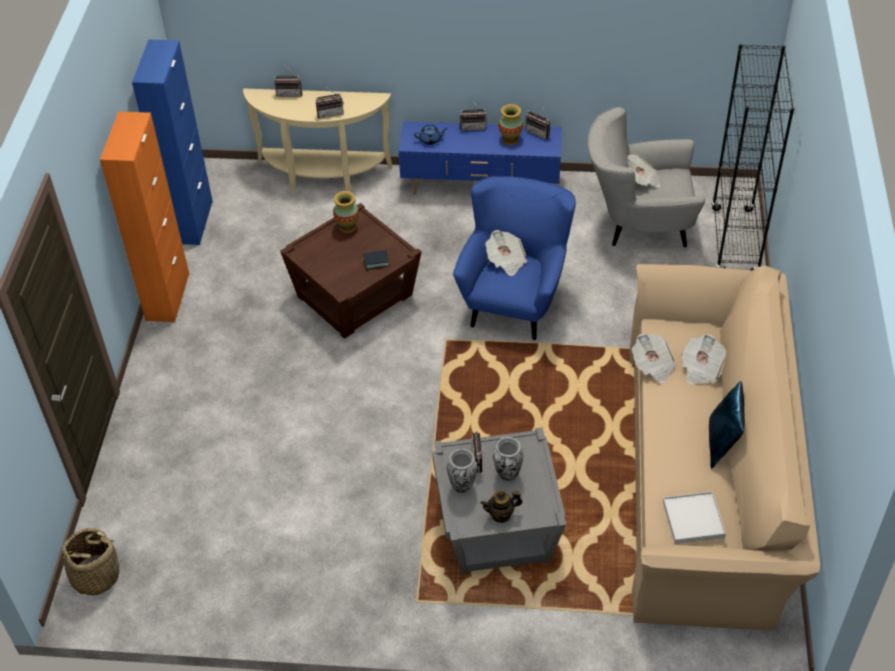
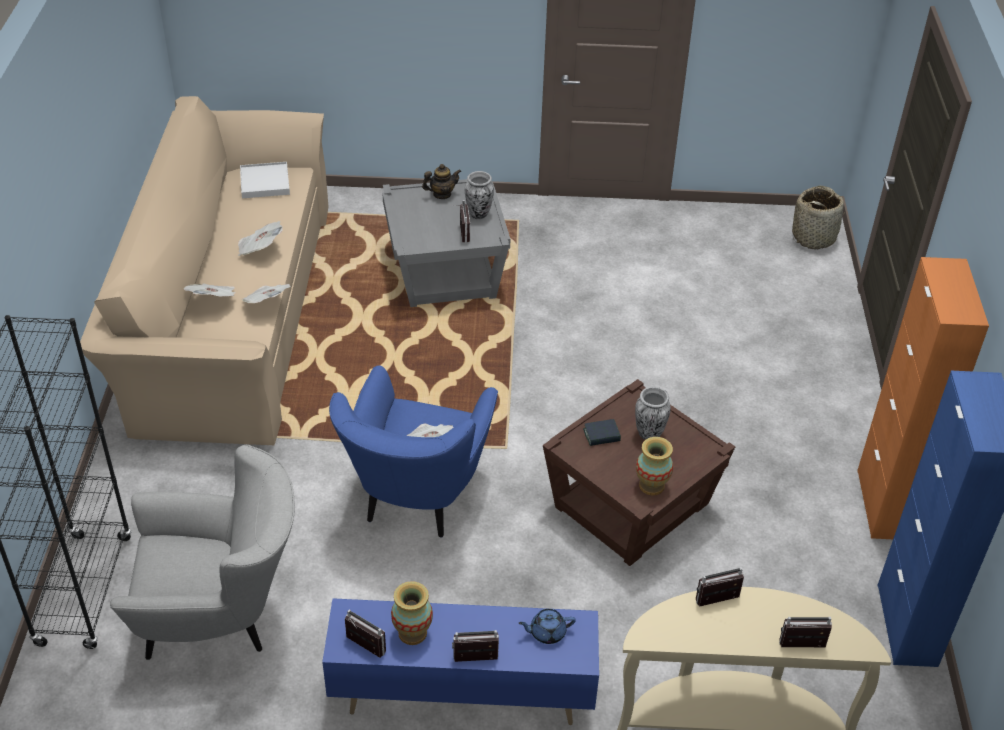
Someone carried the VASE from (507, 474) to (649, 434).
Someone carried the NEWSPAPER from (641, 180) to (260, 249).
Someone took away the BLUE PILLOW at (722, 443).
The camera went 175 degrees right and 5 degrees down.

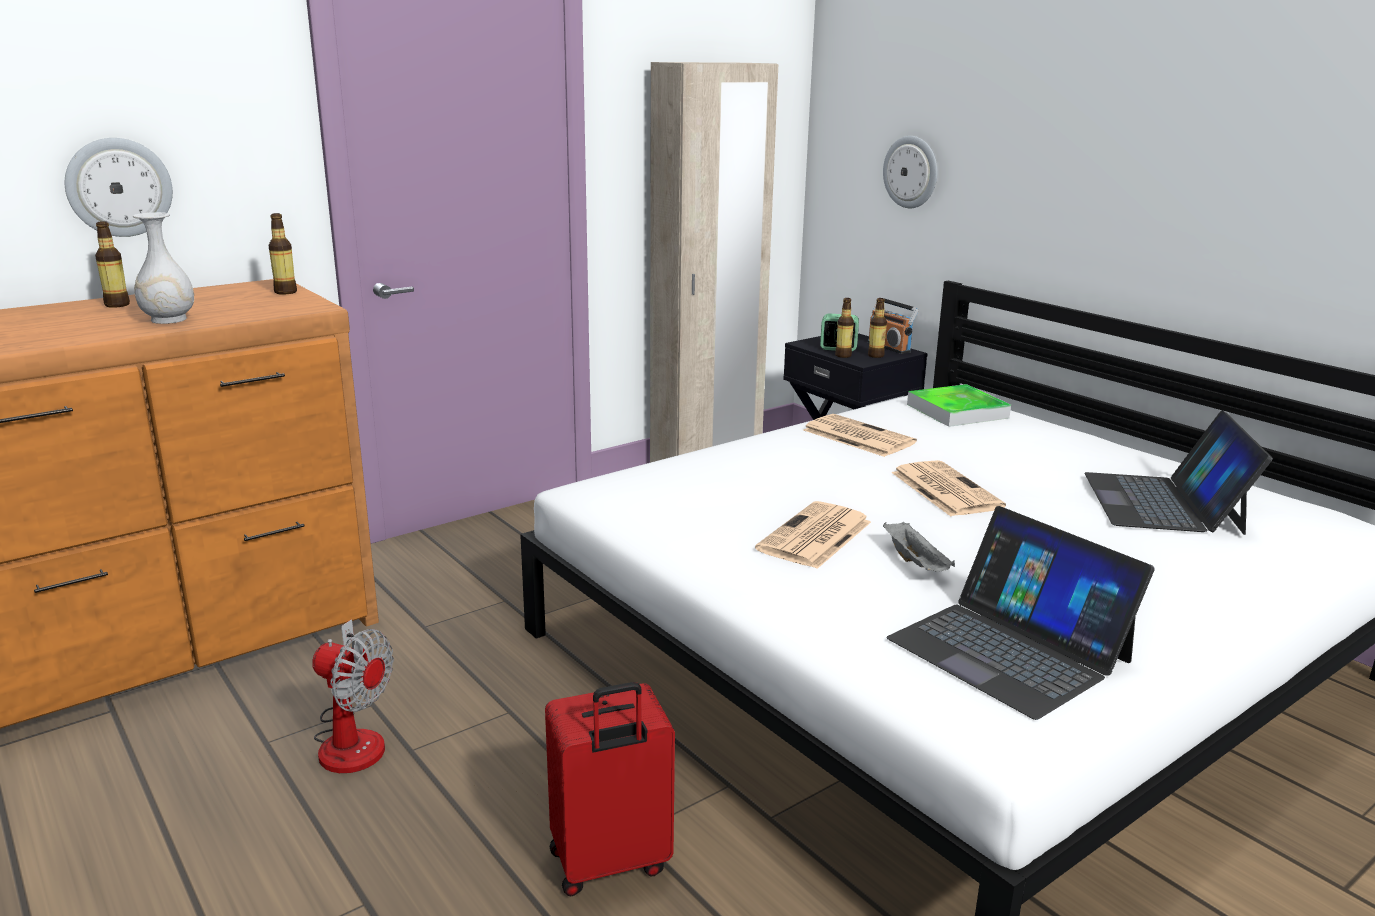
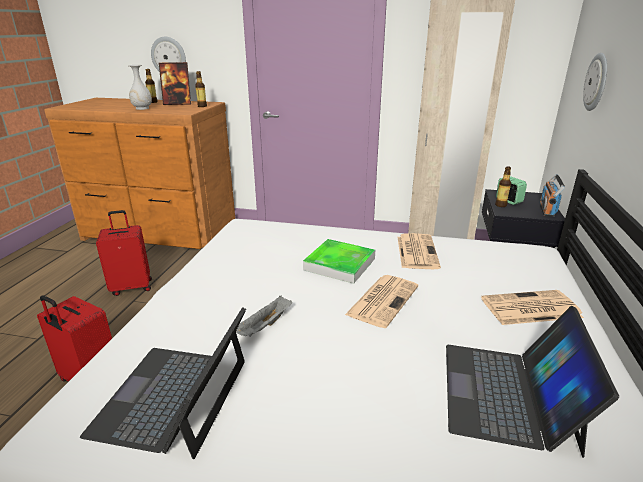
Someone swapped the FAN at (353, 737) for the RED SUITCASE at (132, 287).
Someone carried the NEWSPAPER from (815, 537) to (529, 308).
Someone took away the BOTTLE at (876, 355).
Someone carried the TRAY from (957, 411) to (339, 264).
Someone rotated the LAPTOP at (1163, 503) by 45 degrees counterclockwise.
Someone put down the PICTURE FRAME at (178, 103).
The camera went 50 degrees right and 5 degrees up.

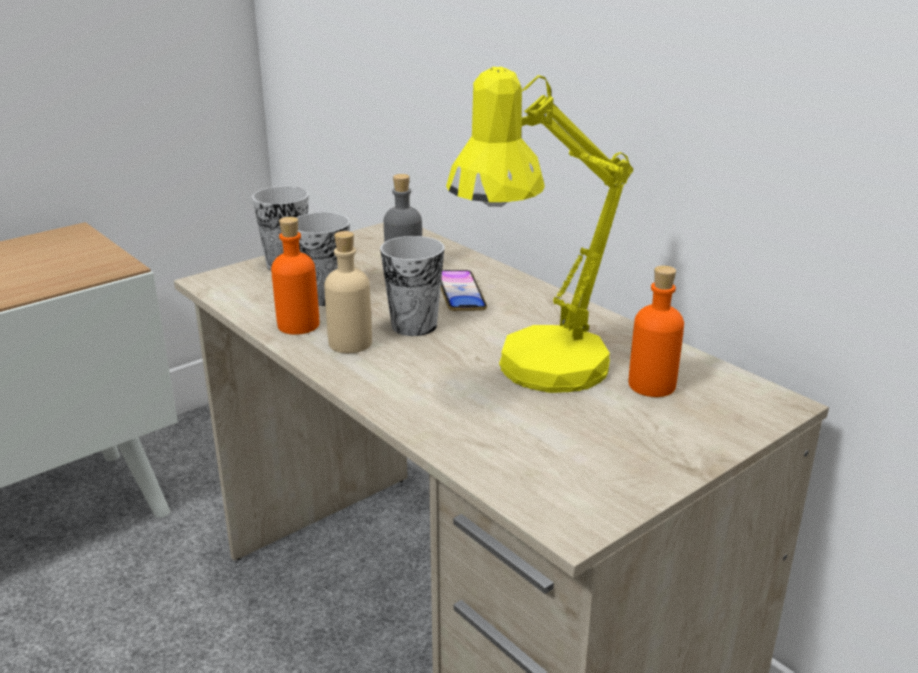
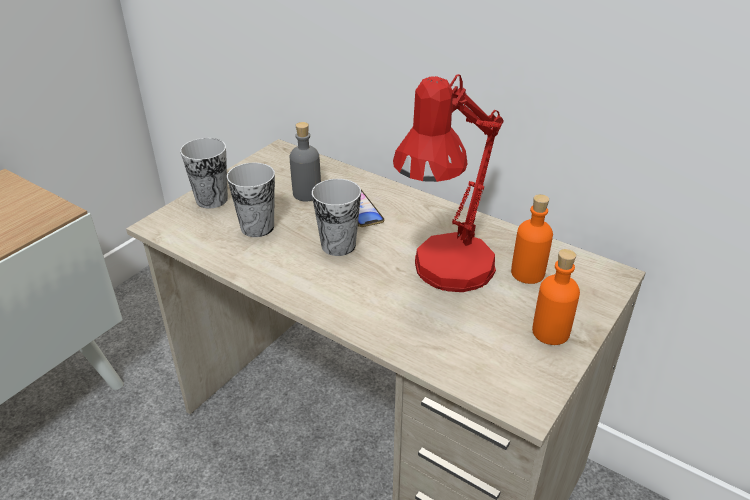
Someone carried the ORANGE BOTTLE from (298, 325) to (550, 332).
Someone took away the BEIGE BOTTLE at (350, 343).
Someone repainted the YELLOW TABLE LAMP at (536, 373), which became the RED TABLE LAMP at (445, 276).
The camera went 15 degrees left and 10 degrees up.

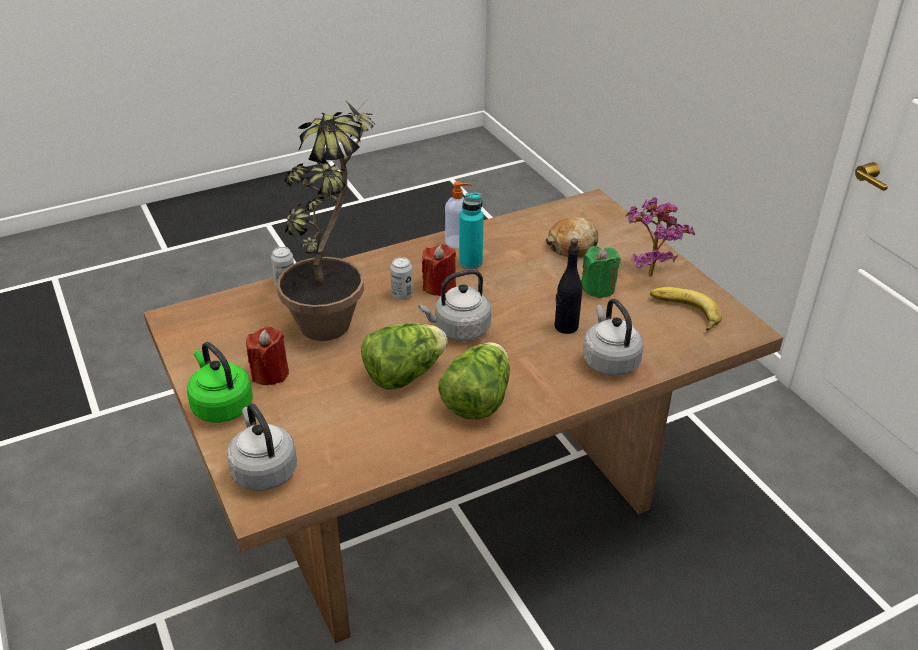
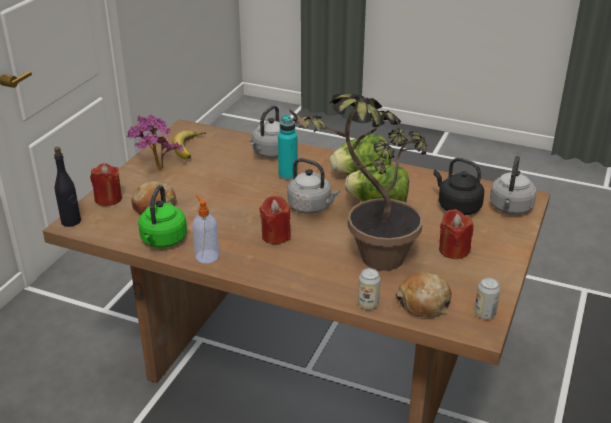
Someone carried the GREEN KETTLE from (221, 405) to (163, 241).
Someone carried the CAN from (402, 294) to (484, 314).
Someone carried the TURQUOISE BOTTLE from (470, 263) to (288, 175).
Someone carried the BLACK BOTTLE from (565, 327) to (71, 221).
Someone took away the GREEN CANDLE at (598, 288).
Someone put down the RED CANDLE at (108, 199).
Someone put down the BREAD at (424, 303).
Someone put down the BLACK KETTLE at (457, 207).
The camera went 130 degrees left and 5 degrees down.

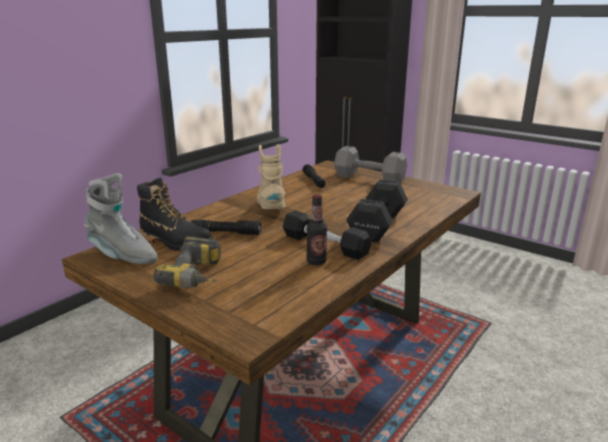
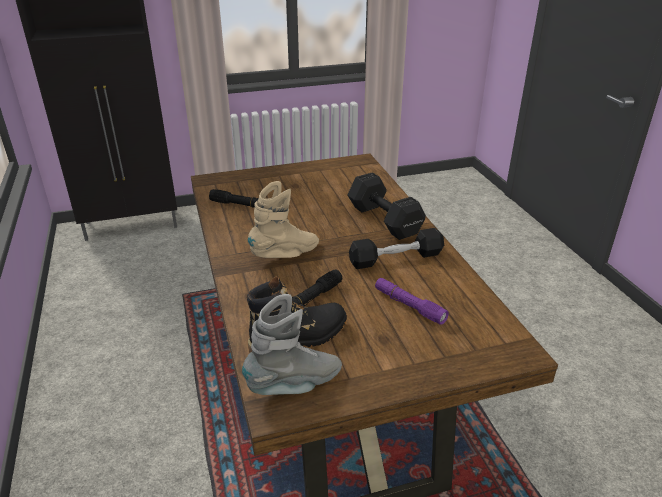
Someone took away the POWER DRILL at (198, 277).
Someone rotated the BEIGE BOOT at (271, 210) by 120 degrees clockwise.
Someone took away the BOTTLE at (316, 261).
Someone took away the GREY DUMBBELL at (370, 179).
Someone put down the PURPLE FLASHLIGHT at (409, 306).
The camera went 55 degrees left and 10 degrees up.

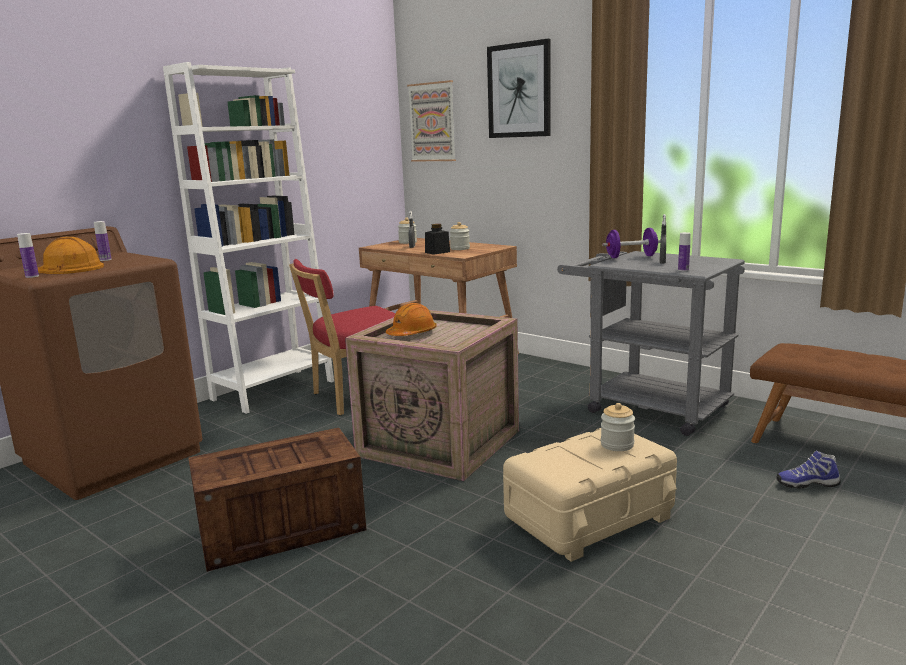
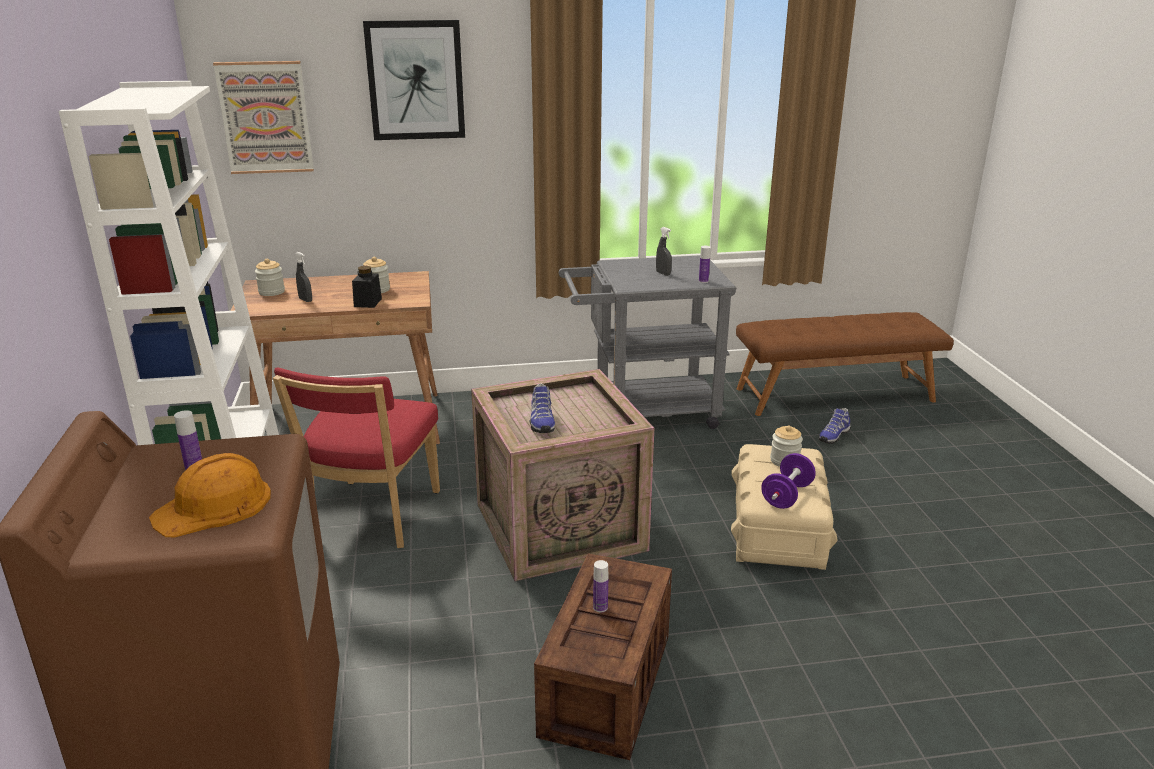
Someone carried the BOTTLE from (32, 276) to (600, 607).
Someone swapped the ORANGE HARD HAT at (412, 334) for the SHOE at (541, 422).
Someone carried the PURPLE DUMBBELL from (631, 257) to (786, 495).
The camera went 50 degrees left and 10 degrees up.

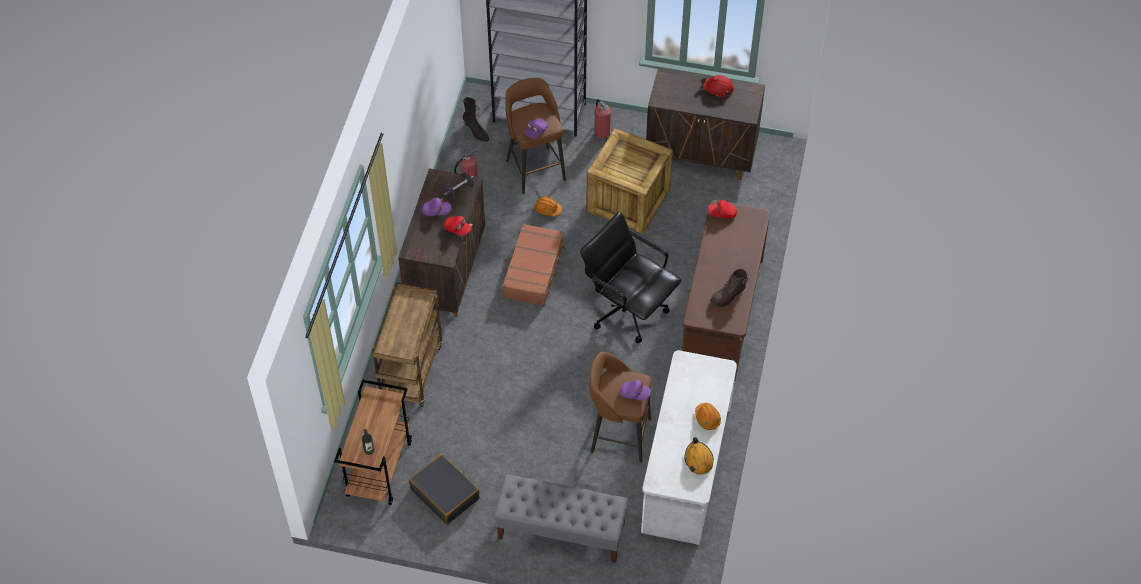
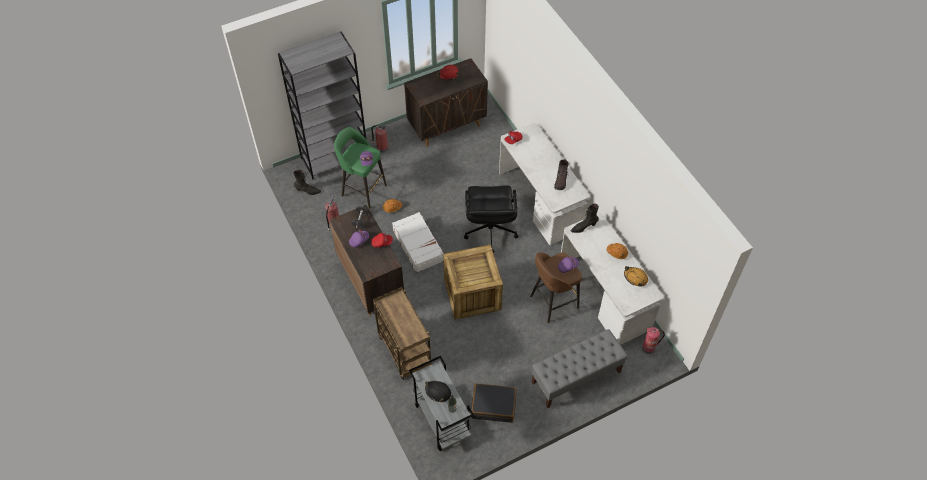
Someone repainted the BROWN CART at (379, 468), which became the GREY CART at (441, 420).
Someone repainted the BROWN SUITCASE at (534, 270), which became the WHITE SUITCASE at (418, 246).
Someone repainted the BROWN STOOL at (535, 169), which became the GREEN STOOL at (363, 190).
Someone rotated the BLACK OFFICE CHAIR at (628, 309) by 90 degrees counterclockwise.
Someone carried the CRATE from (629, 200) to (473, 294).
Someone repainted the BROWN DESK at (722, 313), which became the WHITE DESK at (540, 200).
Someone put down the BLACK HARD HAT at (438, 392).
Someone put down the BLACK BOOT at (583, 227).
Someone put down the FIRE EXTINGUISHER at (649, 348).
The camera went 40 degrees left and 0 degrees up.

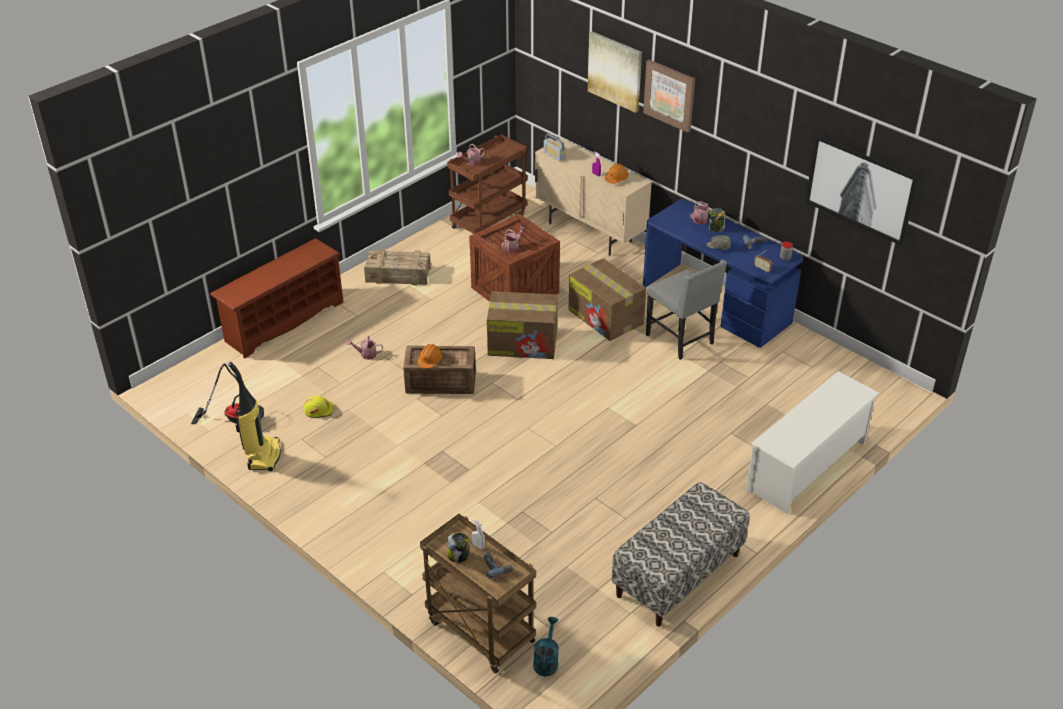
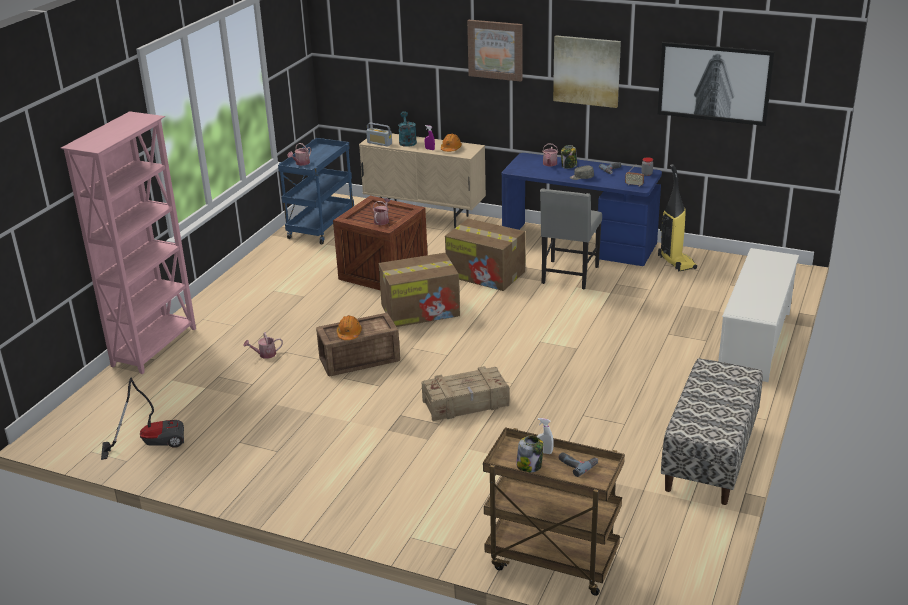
Someone swapped the BROWN SHOE RACK at (284, 321) for the PINK BOOKCASE at (156, 347).
Someone carried the VACUUM CLEANER from (263, 455) to (676, 262).
Someone took away the YELLOW HARD HAT at (319, 410).
Someone carried the CRATE from (398, 275) to (466, 403).
Someone repainted the BROWN CART at (489, 221), which became the BLUE CART at (321, 227).
Someone carried the TURQUOISE WATERING CAN from (546, 660) to (407, 141).
Someone carried the PICTURE from (615, 71) to (586, 71).
Someone rotated the GREY CHAIR at (681, 340) by 75 degrees clockwise.
The camera went 20 degrees left and 10 degrees down.

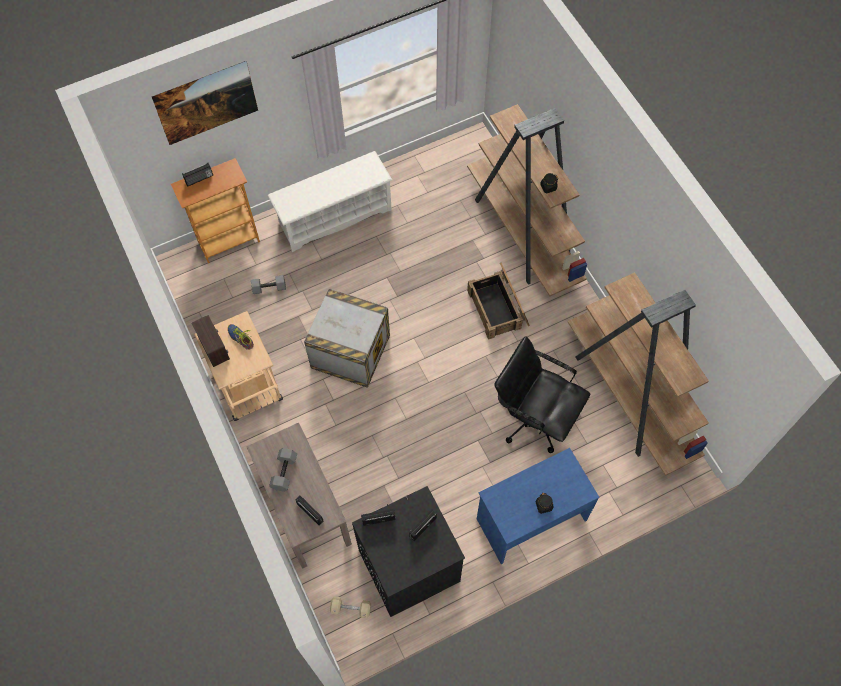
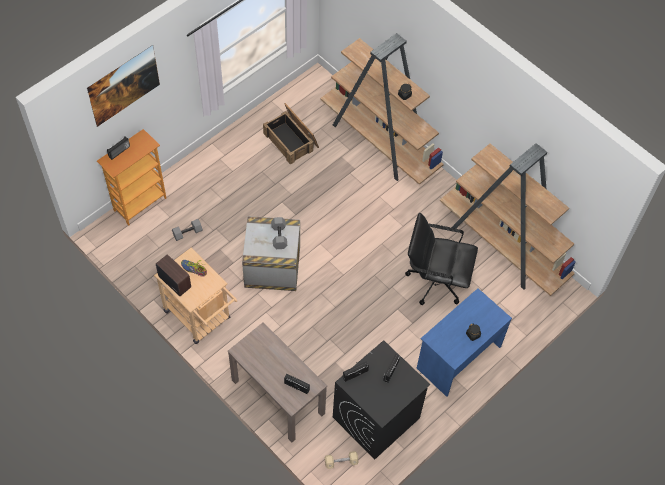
Someone took away the WHITE SHOE RACK at (334, 216).
Someone carried the GREY DUMBBELL from (284, 472) to (278, 236).
Someone carried the CRATE from (499, 308) to (291, 140).
The camera went 20 degrees left and 5 degrees down.

